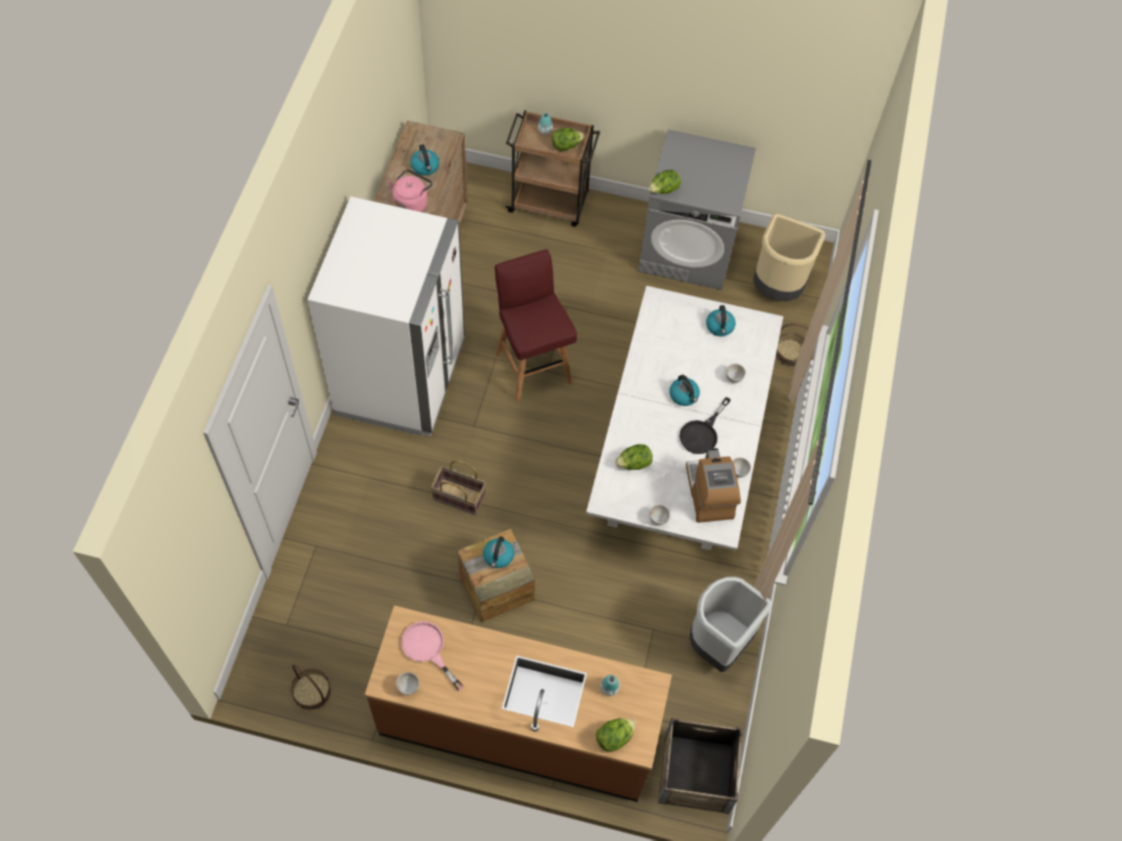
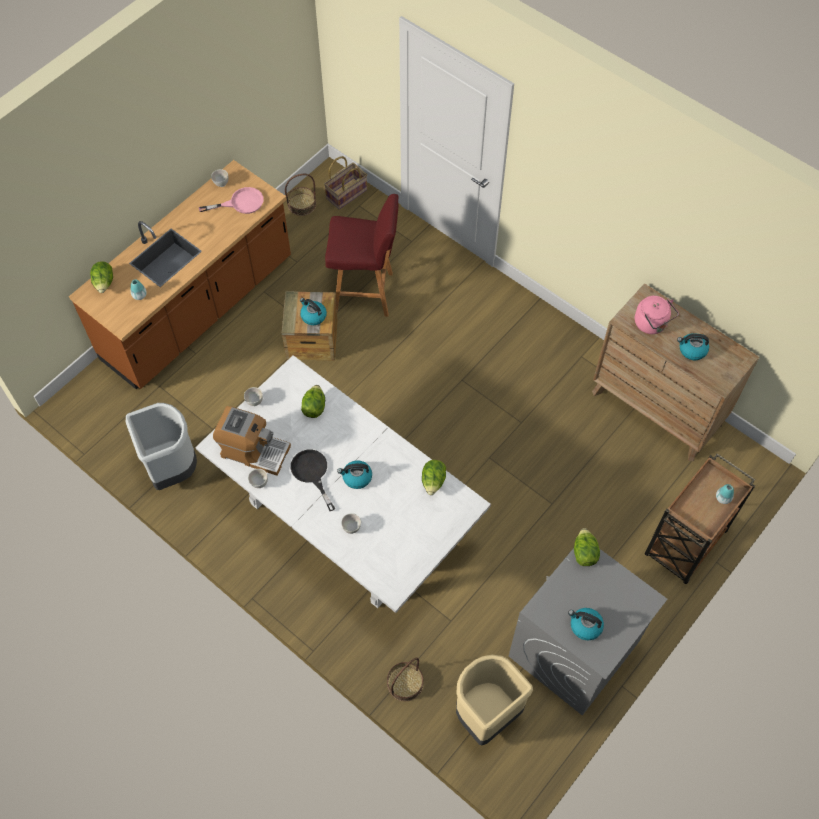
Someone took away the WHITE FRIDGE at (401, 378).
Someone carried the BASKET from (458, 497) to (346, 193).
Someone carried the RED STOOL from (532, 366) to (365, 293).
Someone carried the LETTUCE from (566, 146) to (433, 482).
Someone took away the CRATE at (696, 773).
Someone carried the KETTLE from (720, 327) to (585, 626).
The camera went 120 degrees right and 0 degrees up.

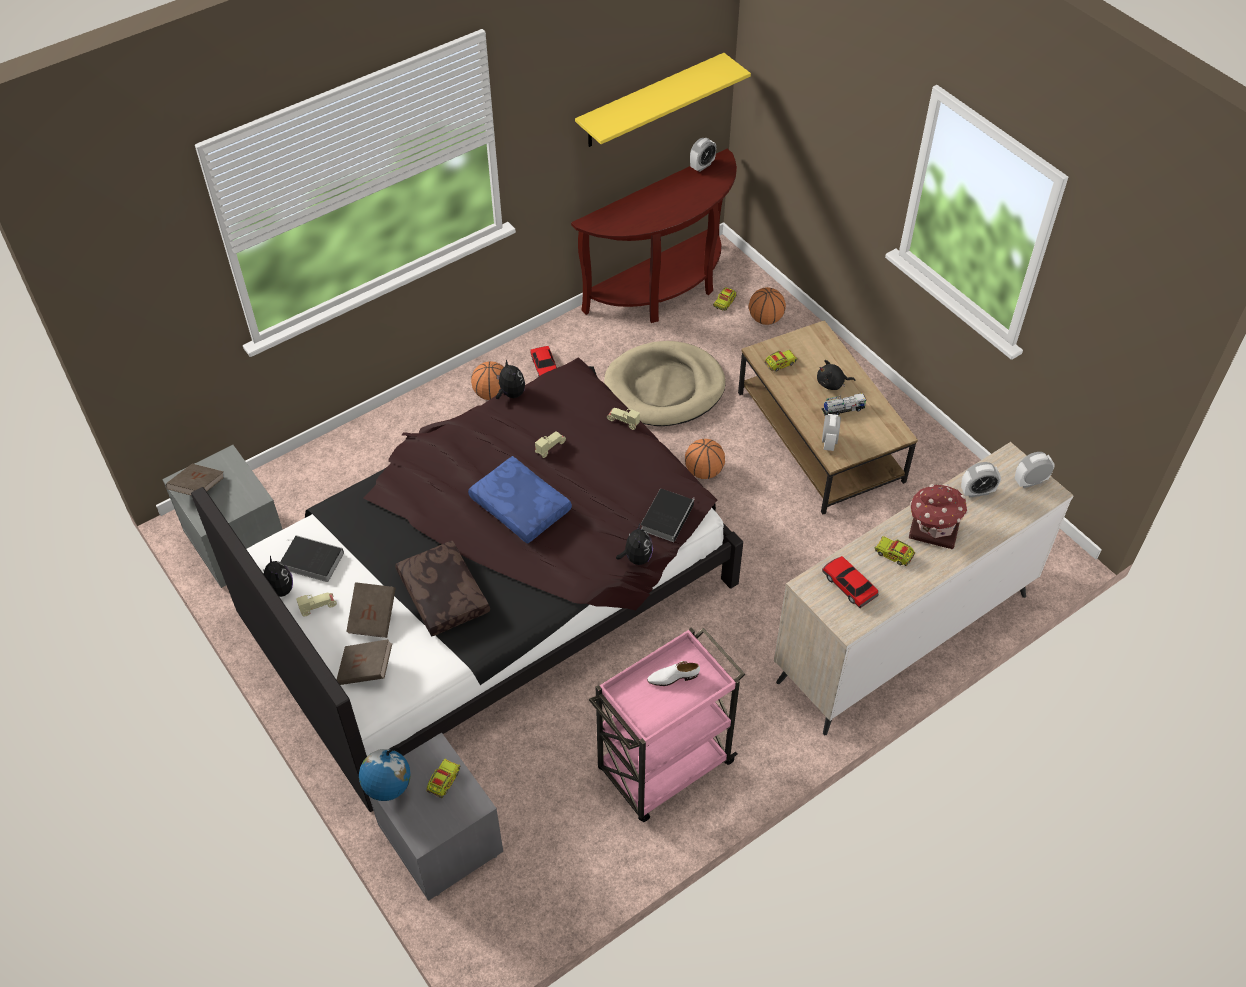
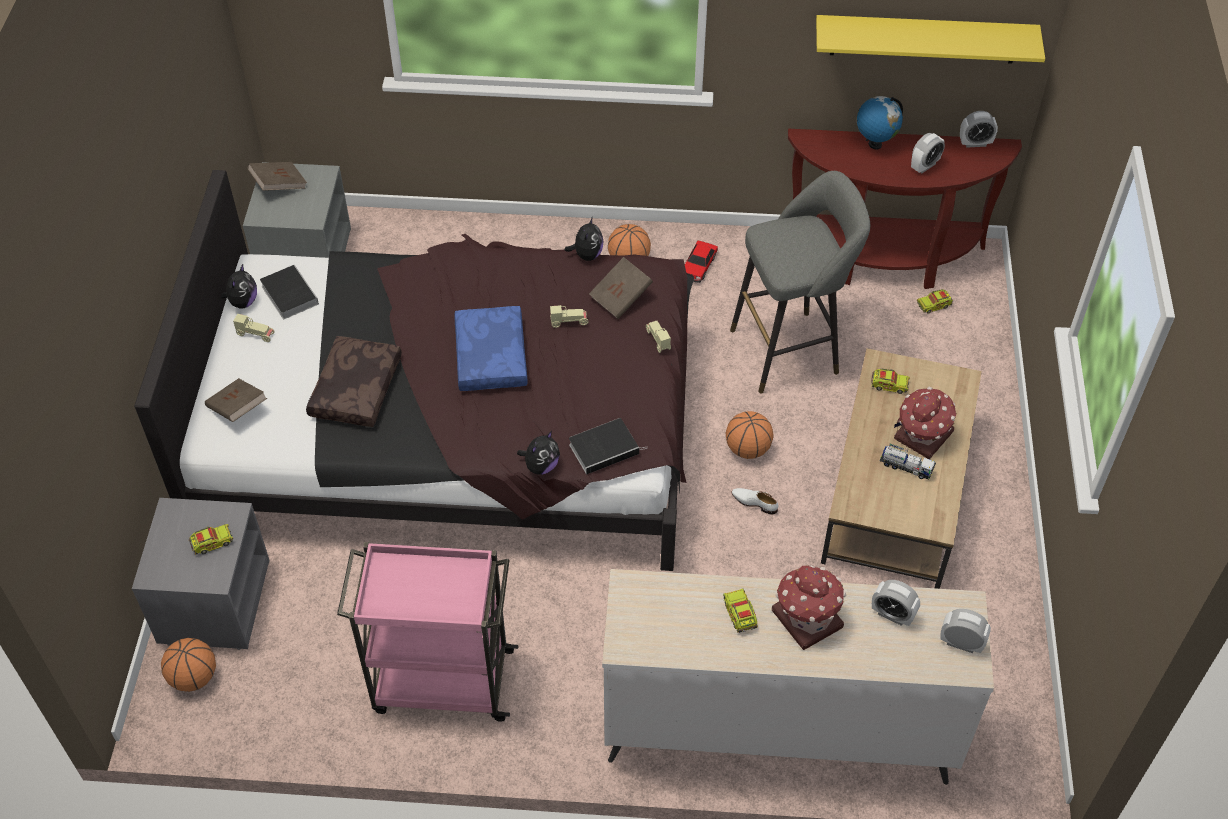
Someone carried the BROWN BOOK from (373, 617) to (621, 297).
Someone carried the GLOBE from (389, 791) to (875, 144).
Someone swapped the BEIGE DOG BED at (664, 388) for the GREY STOOL at (790, 350).
Someone carried the WHITE SHOE from (673, 677) to (754, 503).
Someone carried the BASKETBALL from (765, 319) to (194, 677).
Someone swapped the BLACK PLUSH TOY at (832, 383) for the TOY HOUSE at (922, 436).
Someone carried the ALARM CLOCK from (829, 442) to (924, 166).
Someone took away the TOY CAR at (848, 585).
The camera went 40 degrees right and 0 degrees up.

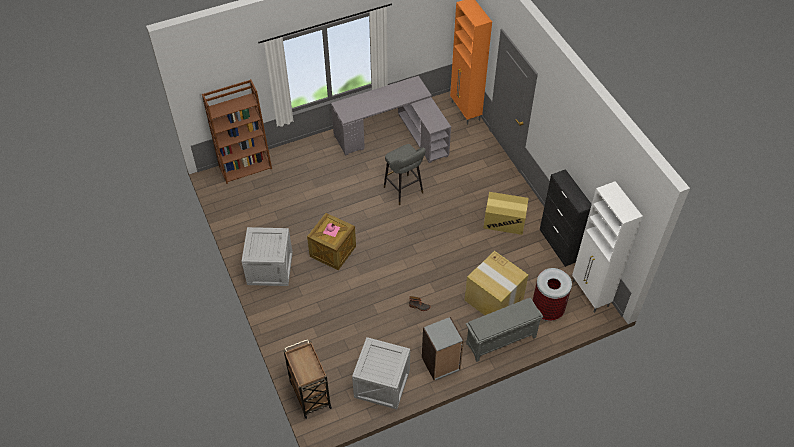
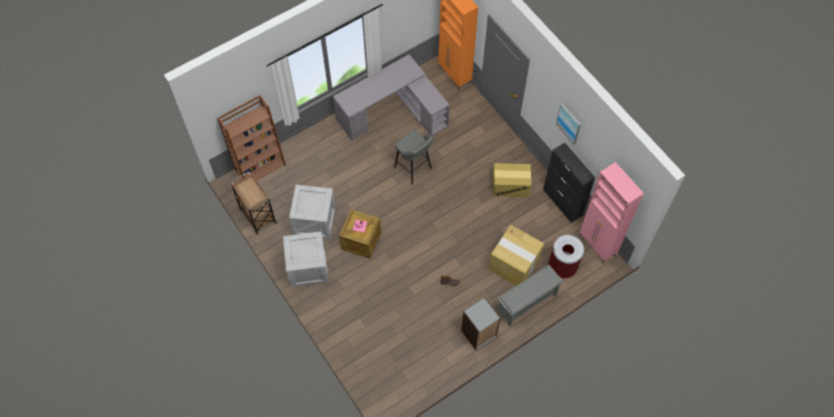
Someone carried the BROWN CART from (310, 394) to (257, 215).
Someone carried the CRATE from (382, 384) to (314, 220).
Someone repainted the WHITE CABINET at (590, 294), which became the PINK CABINET at (597, 246).
Someone put up the PICTURE at (569, 123).
The camera went 10 degrees left and 10 degrees up.

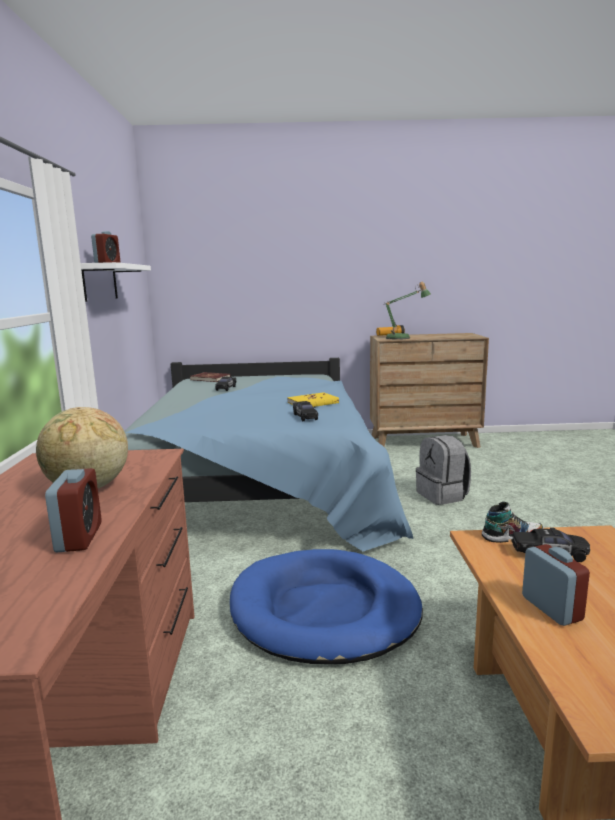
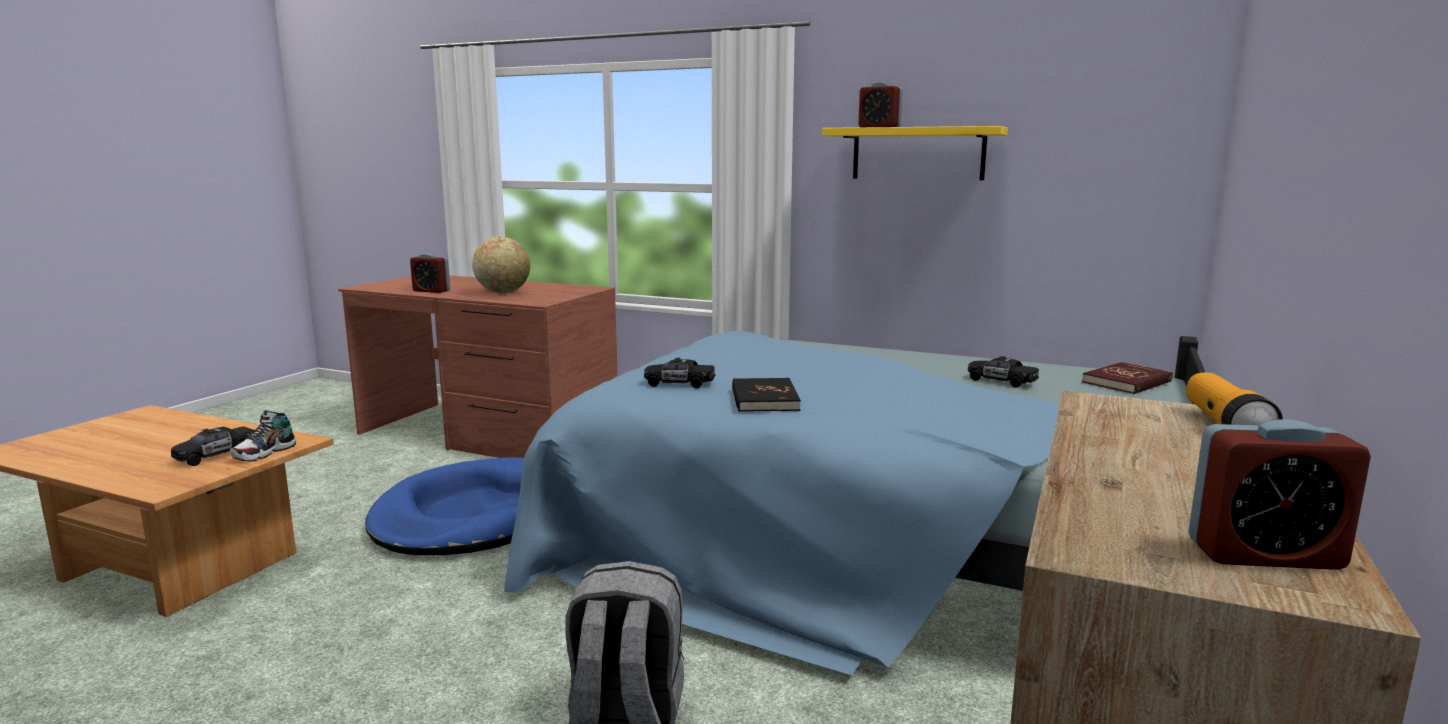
Someone repainted the WHITE SHELF at (100, 282), which became the YELLOW SHELF at (918, 153).
Someone repainted the YELLOW BOOK at (313, 403), which became the BLACK BOOK at (764, 399).
Someone took away the TABLE LAMP at (402, 338).
Someone carried the ALARM CLOCK from (551, 608) to (1264, 554).
The camera went 115 degrees right and 0 degrees up.

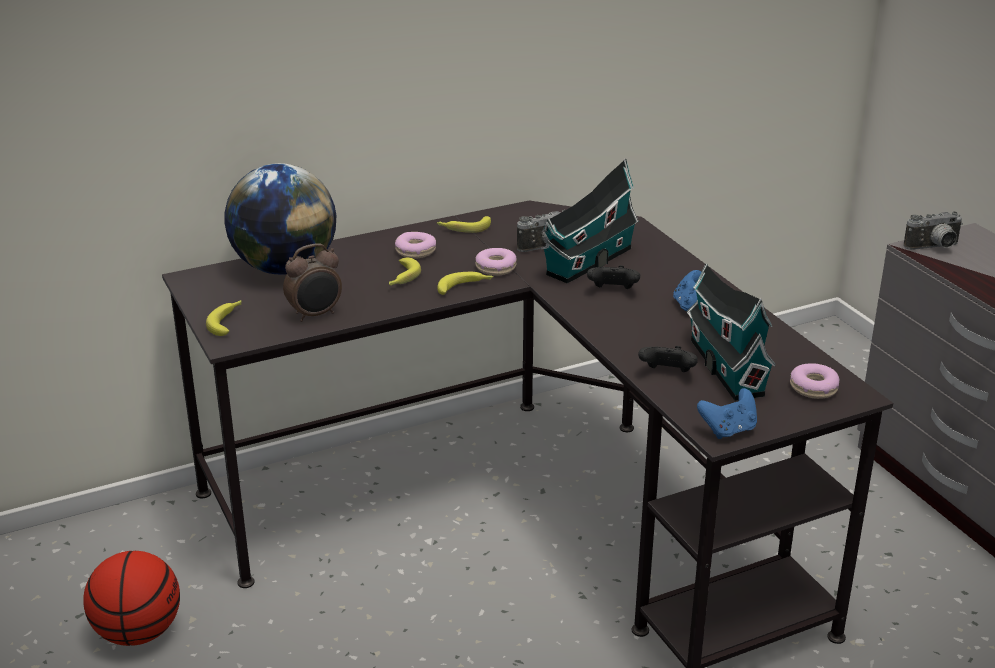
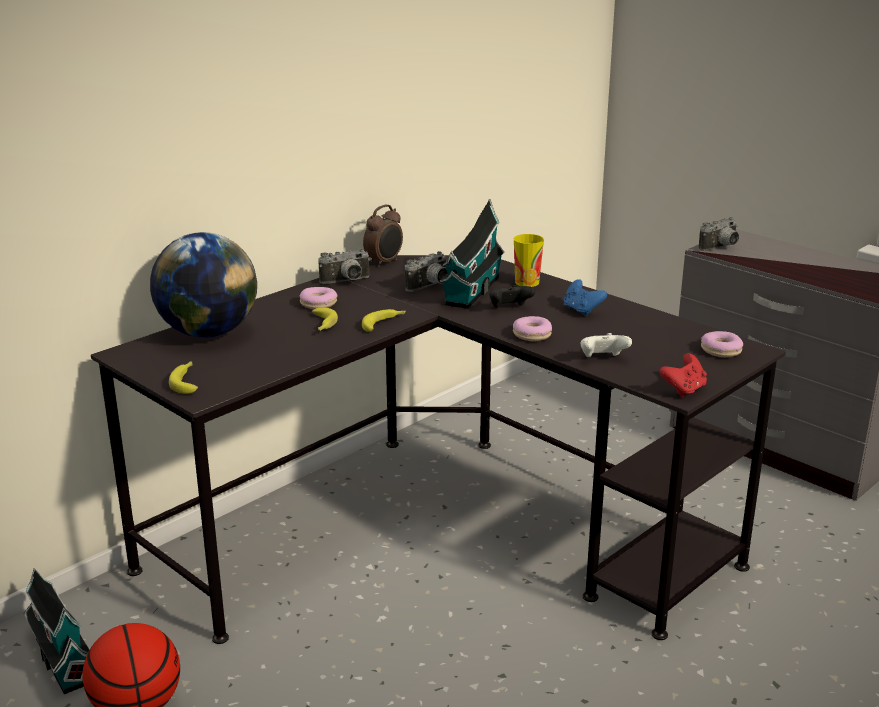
Someone carried the ALARM CLOCK from (315, 315) to (384, 262).
Someone swapped the BANANA at (464, 228) for the PHOTO CAMERA at (347, 281).
Someone carried the DONUT from (496, 268) to (532, 334).
Someone repainted the BLACK GAME CONTROLLER at (667, 374), which became the WHITE GAME CONTROLLER at (603, 359).
Someone carried the TOY HOUSE from (724, 365) to (61, 656).
Someone repainted the BLUE GAME CONTROLLER at (728, 430), which became the RED GAME CONTROLLER at (684, 390).
Someone put down the CUP at (527, 282).
The camera went 20 degrees left and 5 degrees down.

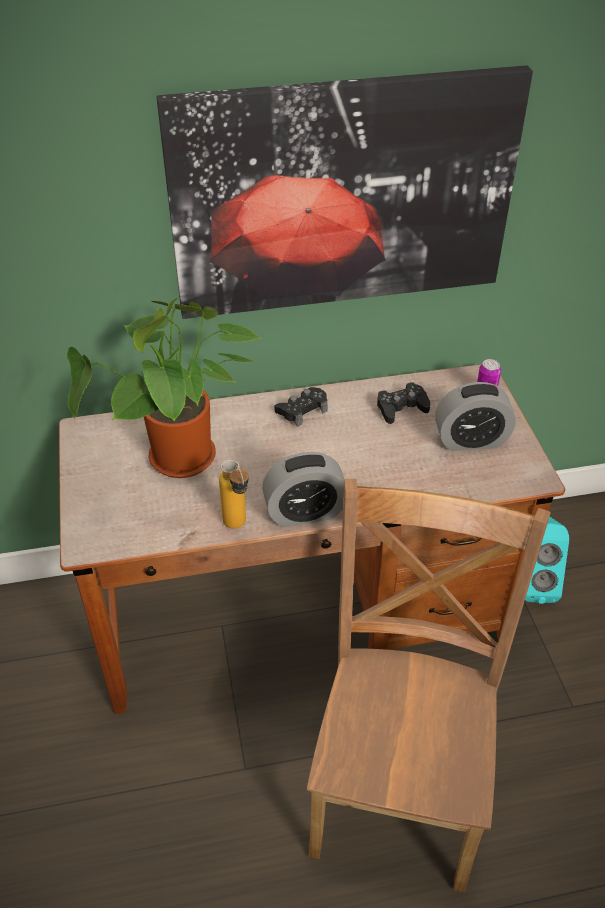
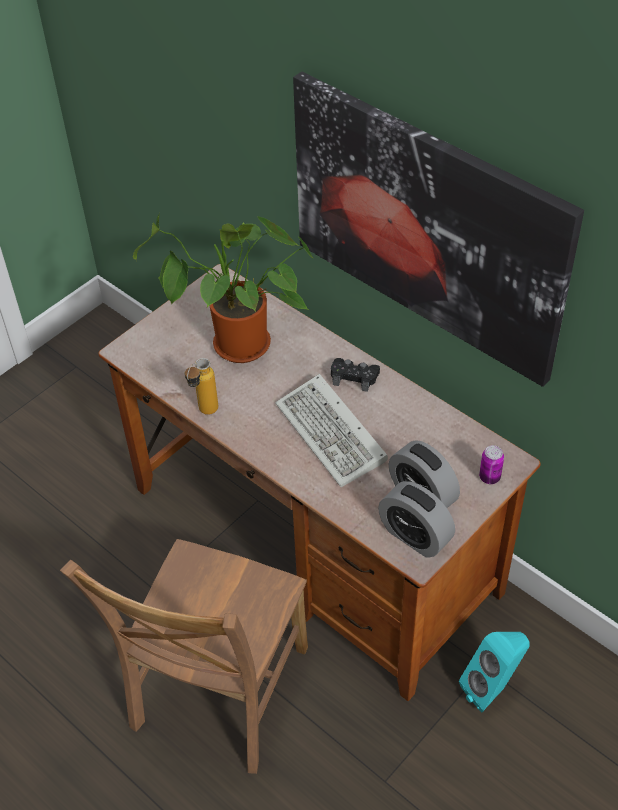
Someone carried the ALARM CLOCK from (305, 512) to (415, 536).
Someone rotated the BROWN CHAIR at (400, 784) by 135 degrees clockwise.
Someone took away the BLACK GAME CONTROLLER at (401, 408).
Someone put down the KEYBOARD at (333, 435).
The camera went 55 degrees right and 5 degrees up.

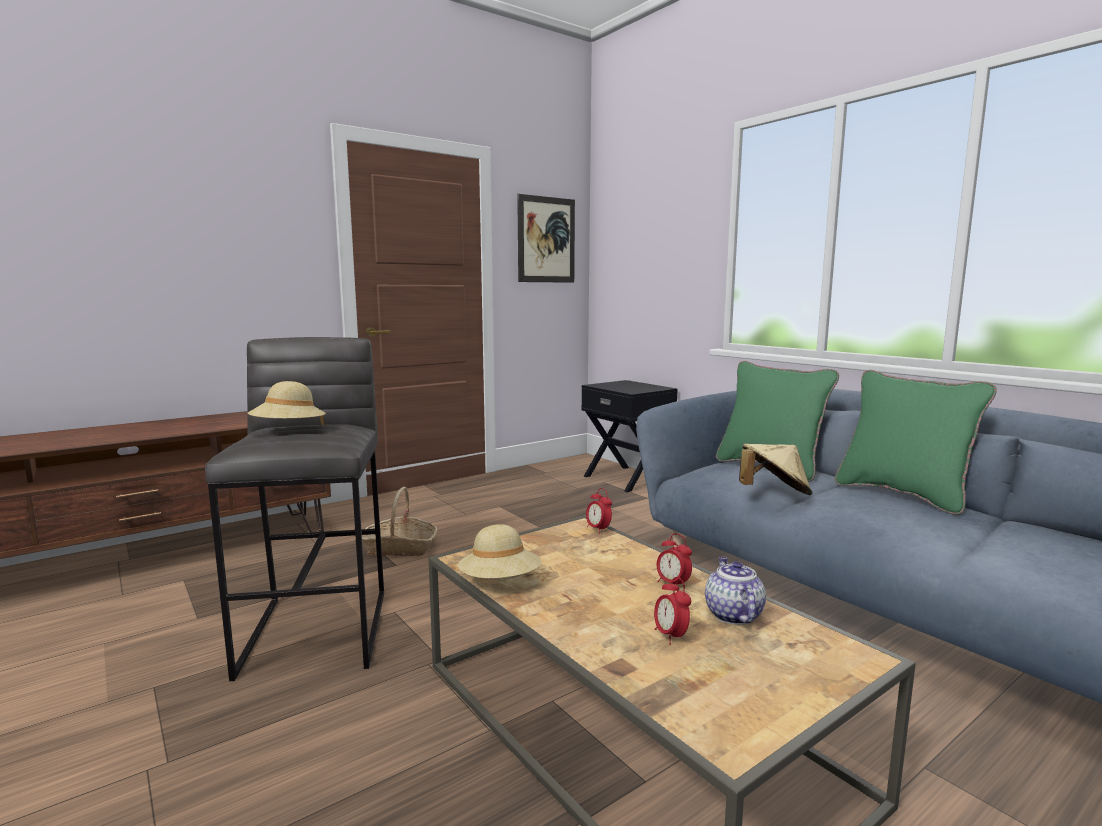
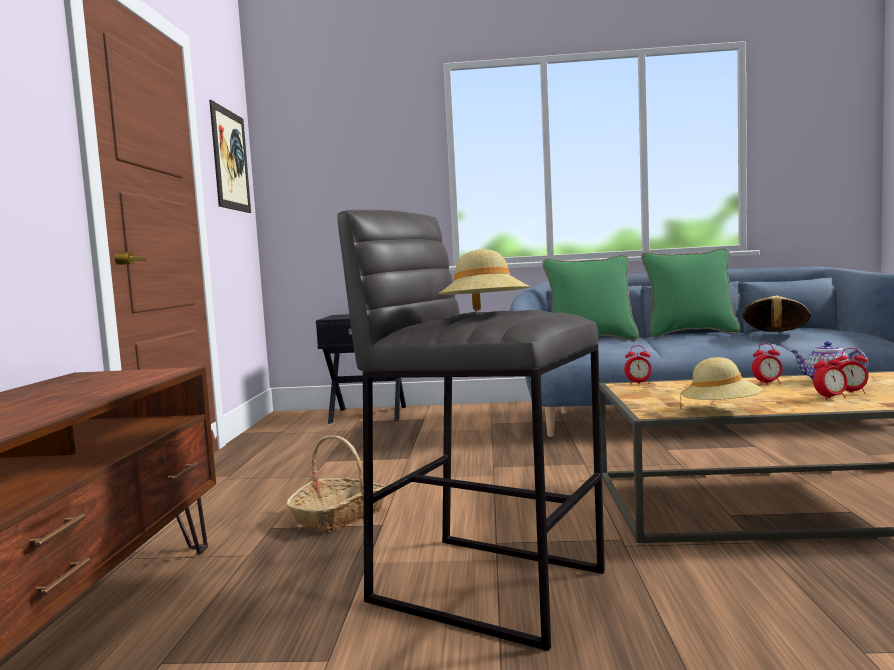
Someone carried the BEIGE HAT from (773, 493) to (775, 334).
Someone put down the ALARM CLOCK at (830, 398).
The camera went 50 degrees left and 5 degrees down.

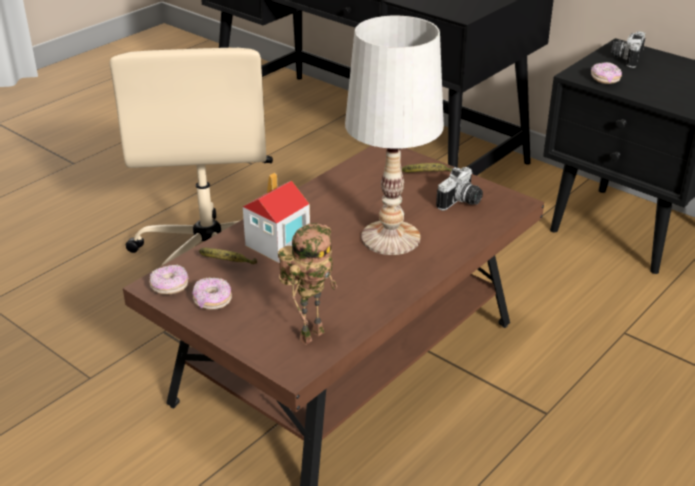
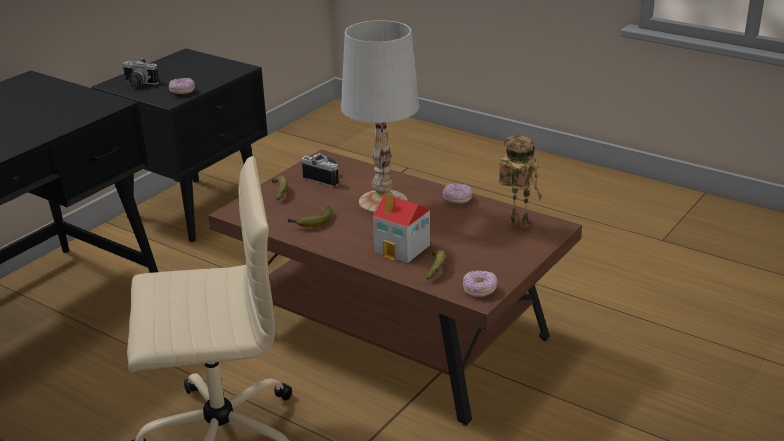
Someone carried the DONUT from (212, 301) to (457, 200).
Someone put down the BANANA at (311, 223).
The camera went 95 degrees left and 5 degrees down.

